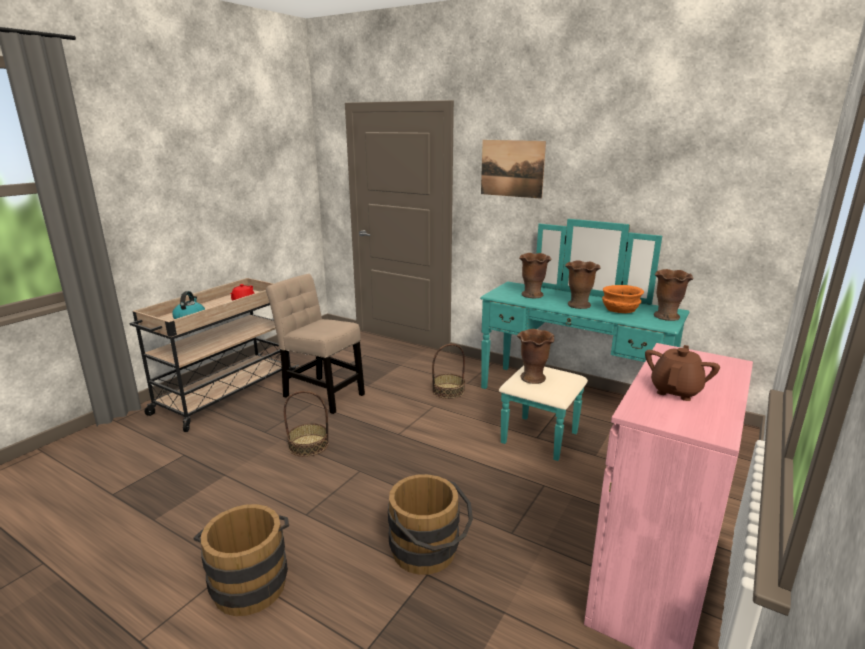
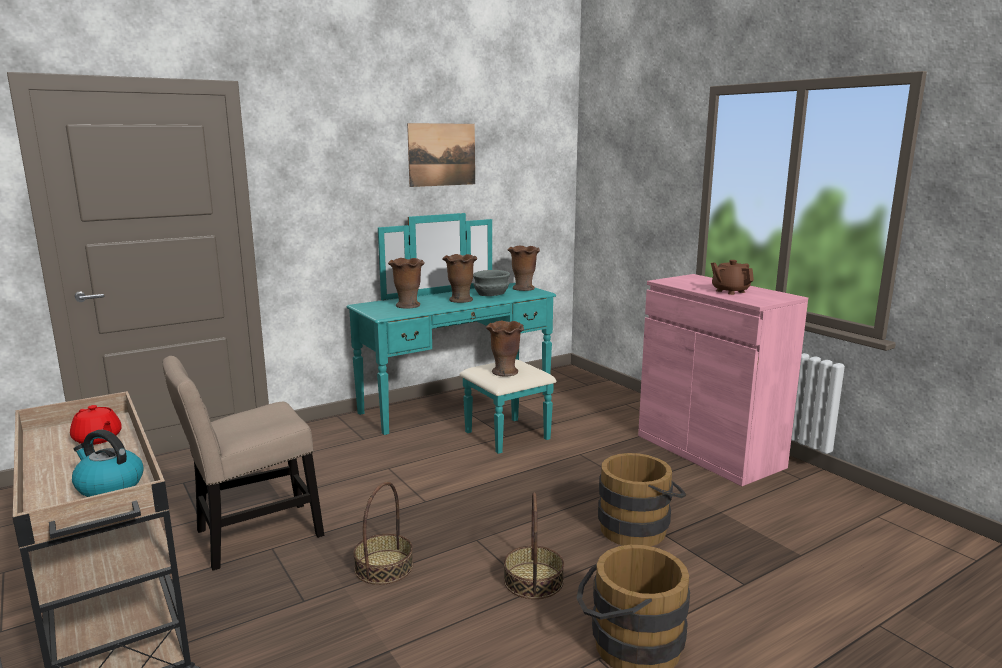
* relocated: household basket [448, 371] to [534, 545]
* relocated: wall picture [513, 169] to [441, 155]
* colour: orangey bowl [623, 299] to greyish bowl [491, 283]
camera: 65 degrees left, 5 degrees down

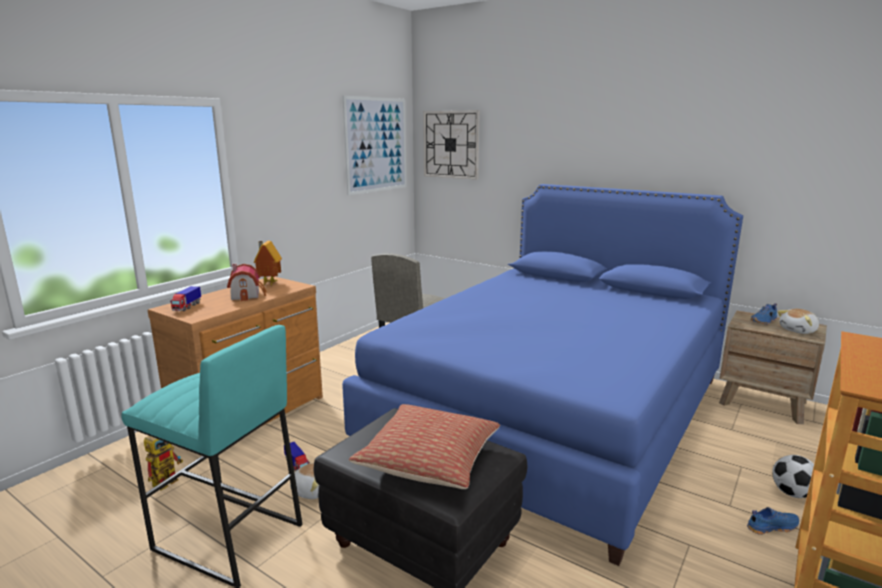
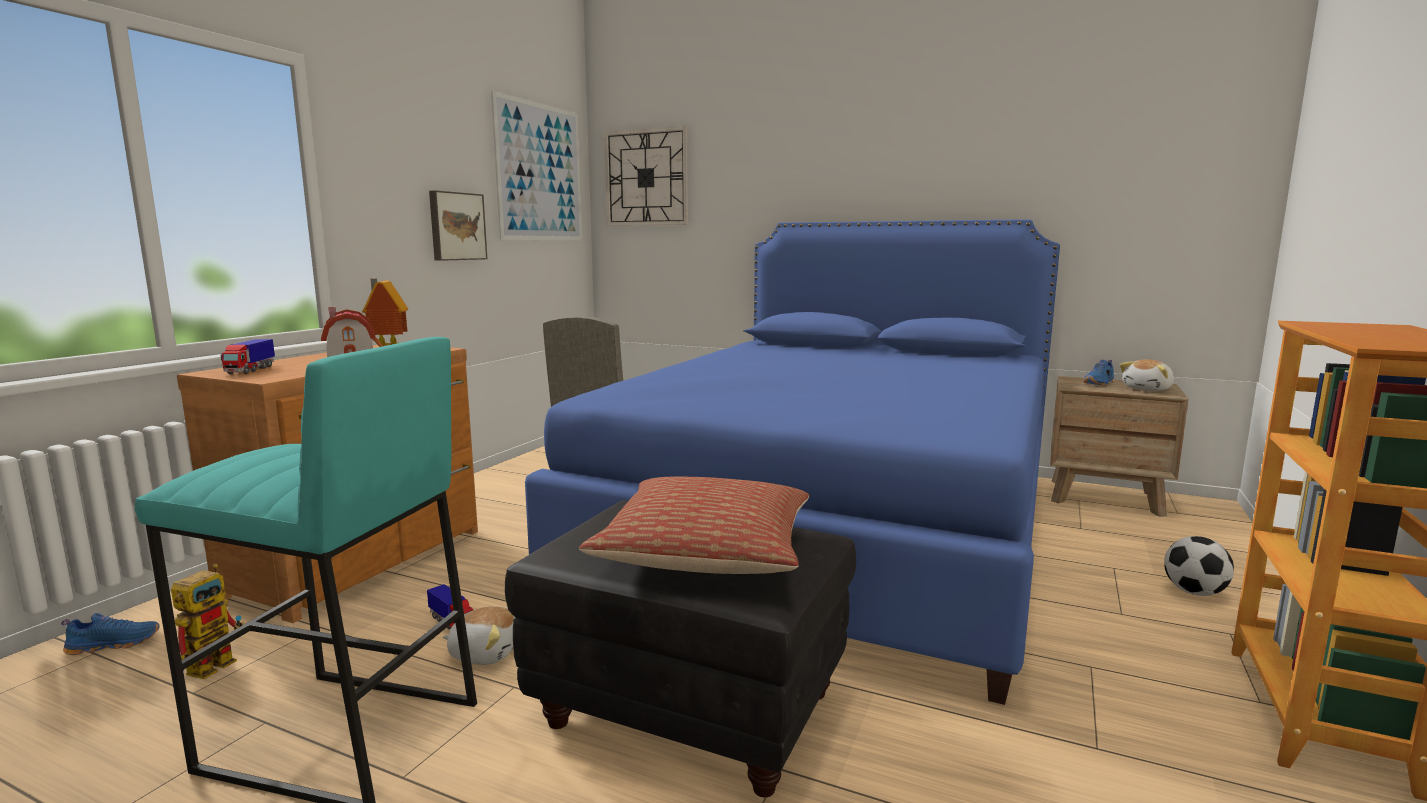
* relocated: blue-coloured item of footwear [773, 521] to [110, 634]
* appeared: wall picture [458, 225]
camera: 10 degrees left, 5 degrees down

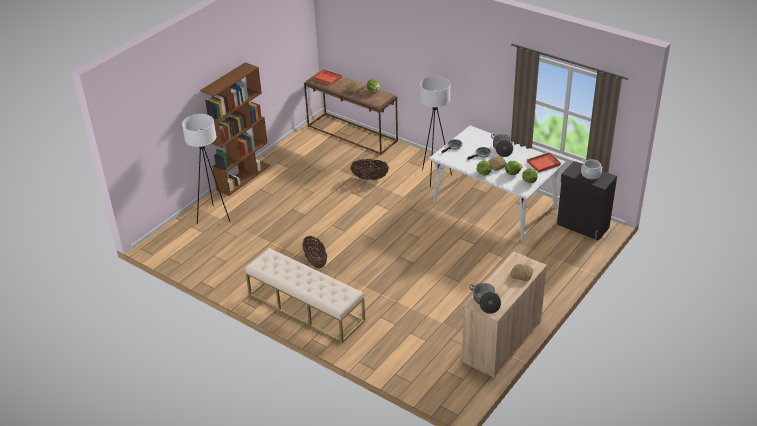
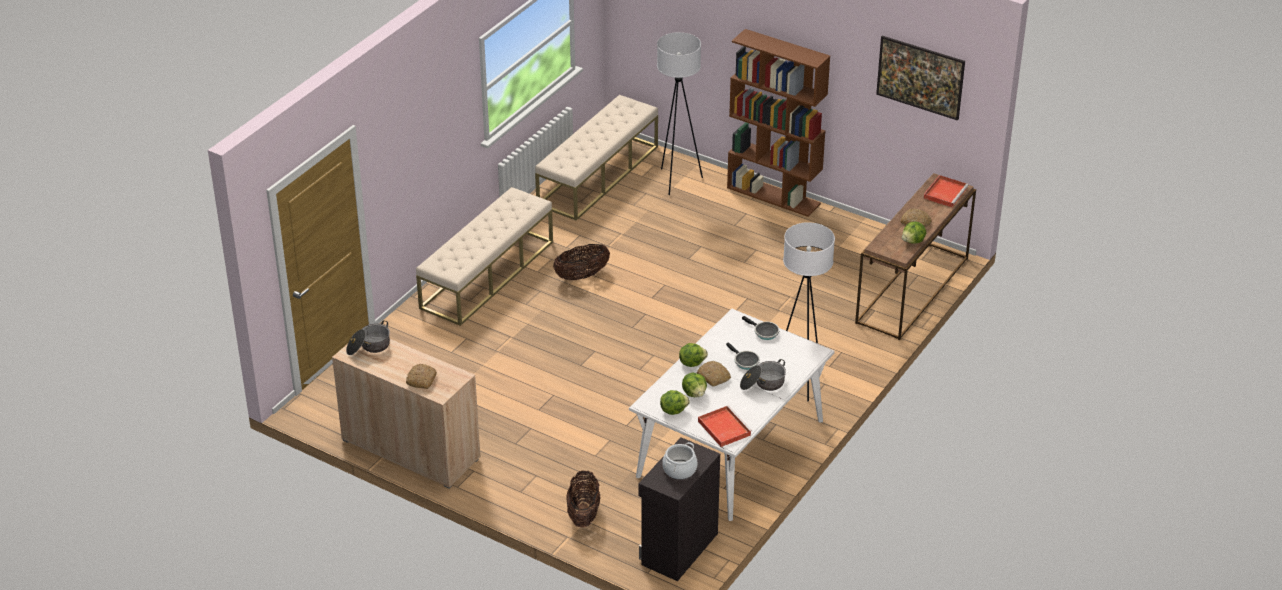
* relocated: household basket [370, 169] to [583, 499]
* appeared: beige bench [596, 158]
* appeared: wall picture [920, 78]
camera: 85 degrees right, 0 degrees up

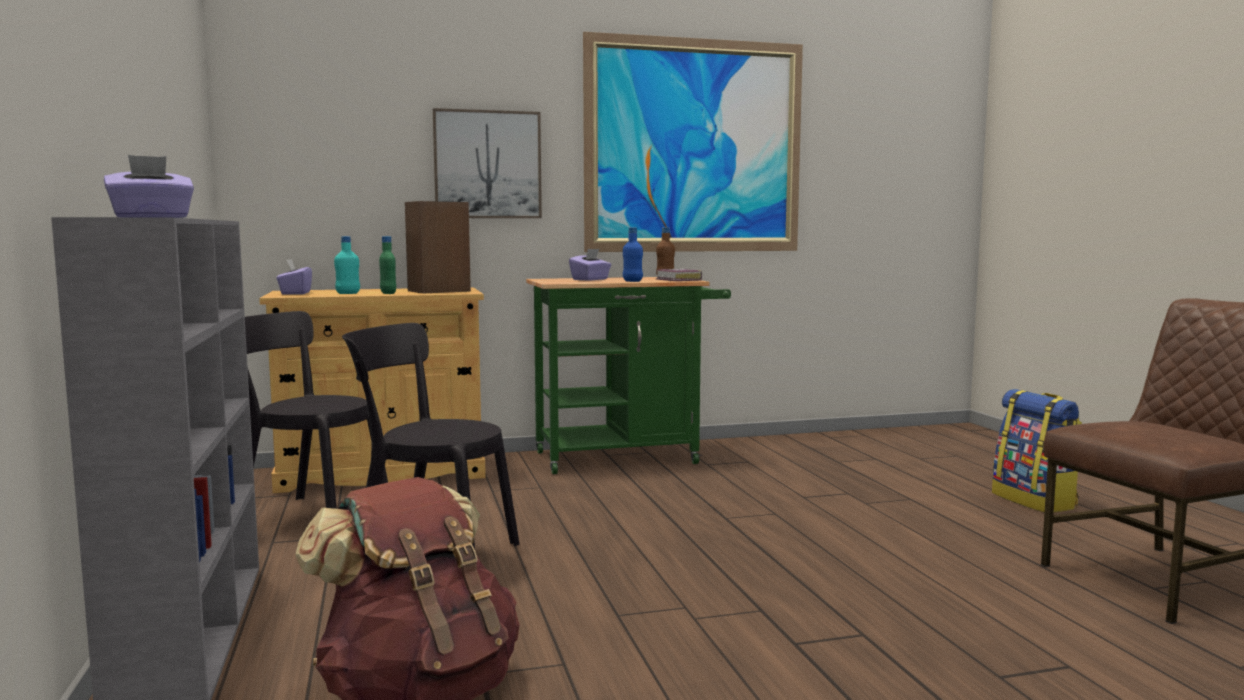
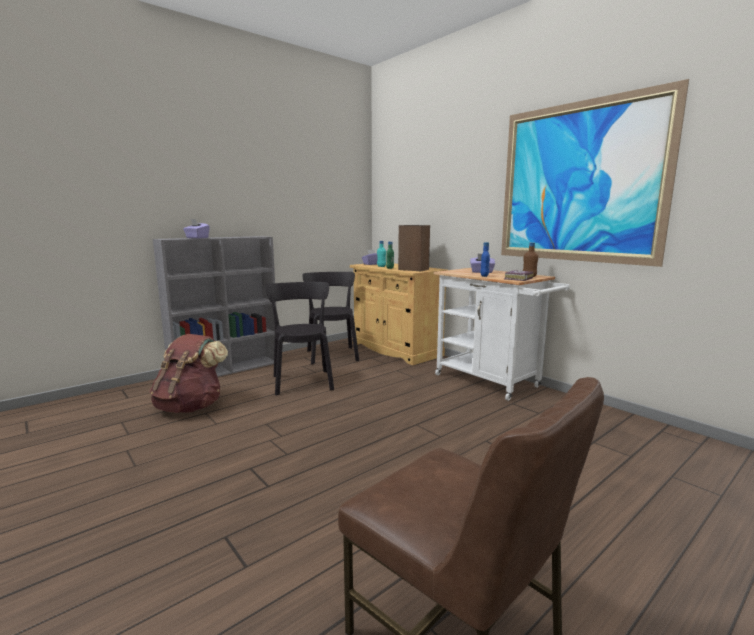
* missing: wall picture [487, 163]
* colour: greenish trolley [628, 375] to whitish trolley [502, 334]
* missing: knapsack [1037, 450]
camera: 65 degrees right, 5 degrees up

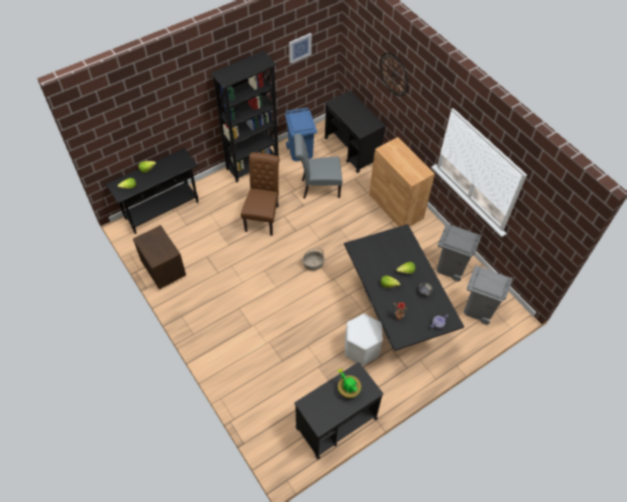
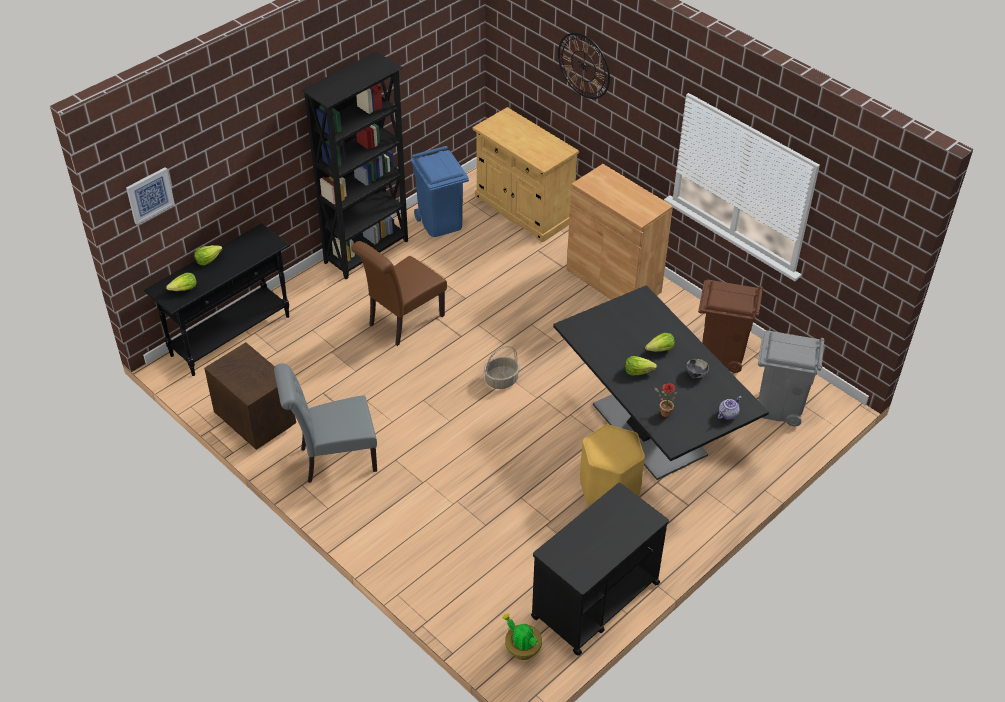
* spun: brown upright chair [260, 194] = [399, 293] 135 degrees counterclockwise
* relocated: wall picture [300, 48] to [150, 196]
* relocated: greyish upright chair [318, 166] to [325, 423]
* exchanged: black trolley [355, 132] to beige storage cabinet [525, 175]
* relocated: plant in a pot [349, 383] to [522, 636]
* colour: whitish stool seat [364, 340] to yellow-coloured stool seat [612, 464]
* colour: greyish waste bin [459, 253] to brown waste bin [730, 326]
camera: 10 degrees left, 10 degrees down

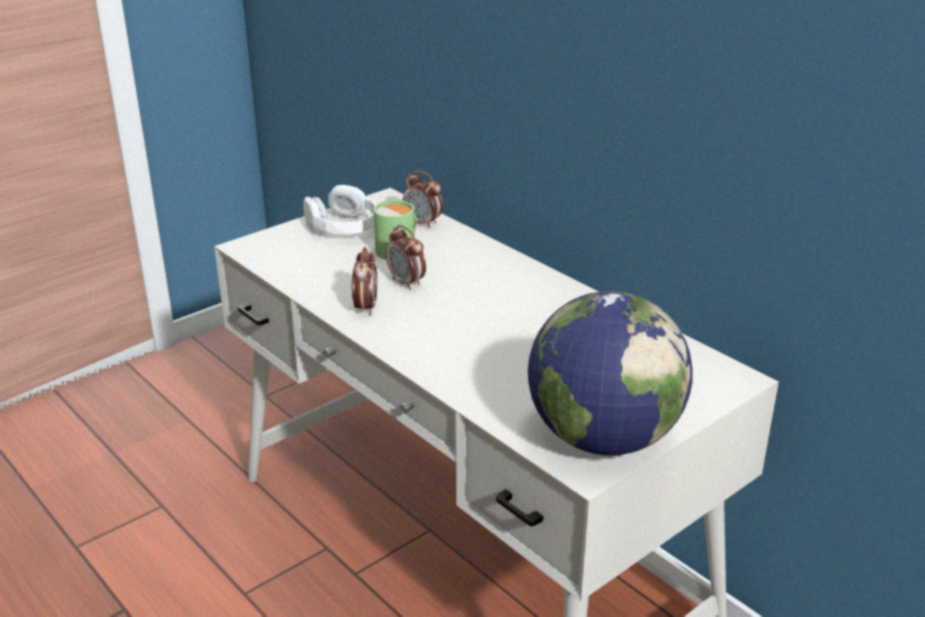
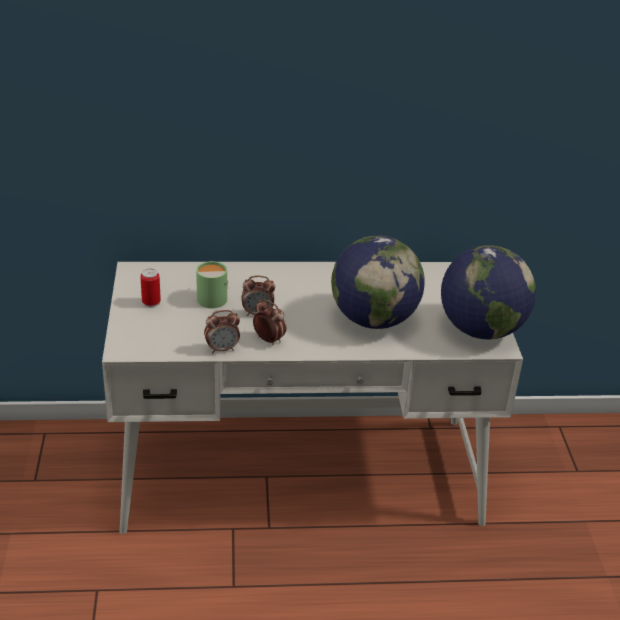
* exchanged: whitish headset [340, 209] to sealed can [150, 288]
* relocated: alarm clock [423, 199] to [222, 332]
* appeared: globe [378, 282]
camera: 55 degrees left, 5 degrees up

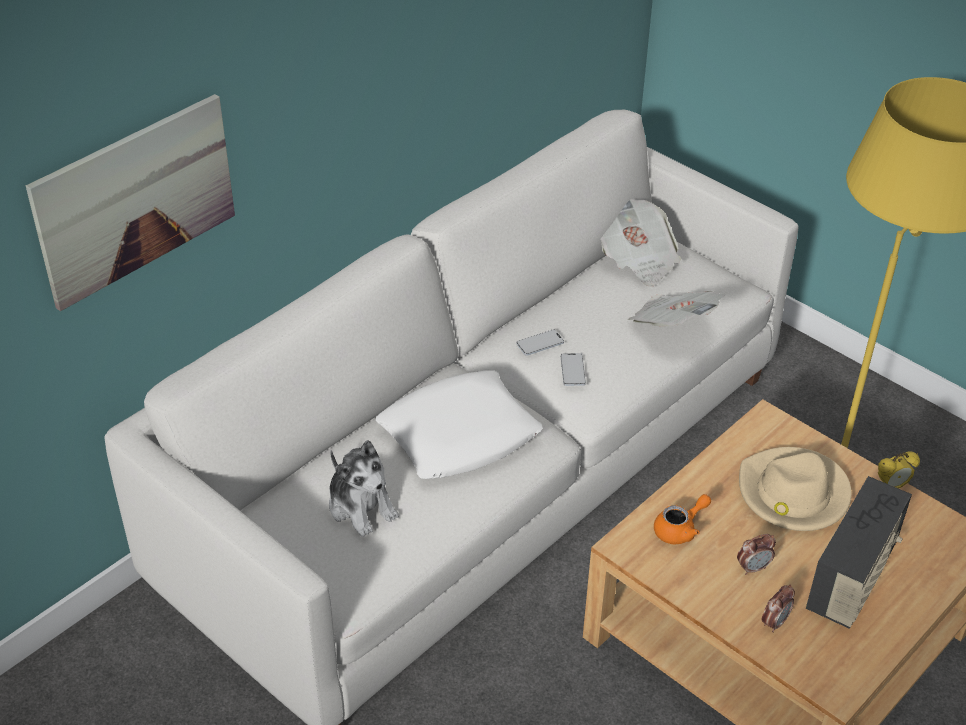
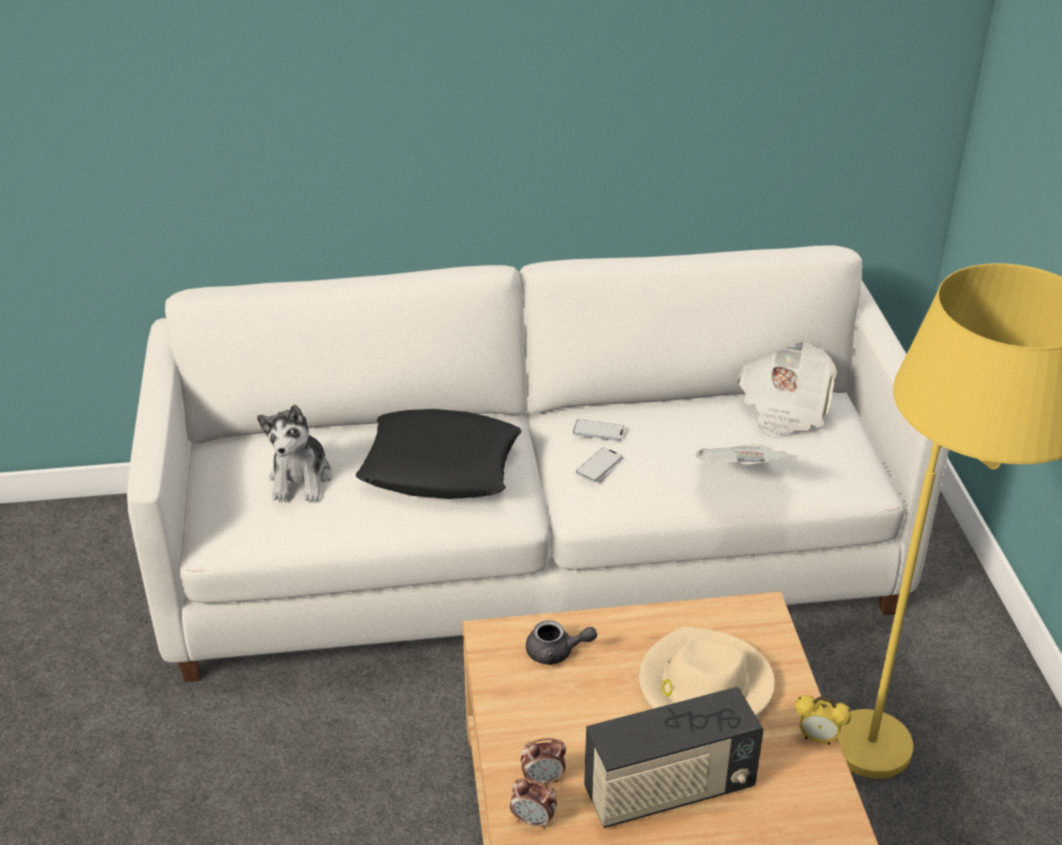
* missing: wall picture [130, 202]
* colour: whitish cushion [459, 424] to black cushion [439, 454]
* colour: orangey tea pot [682, 519] to greyish tea pot [561, 642]
* relocated: alarm clock [756, 554] to [533, 803]
camera: 40 degrees right, 5 degrees down

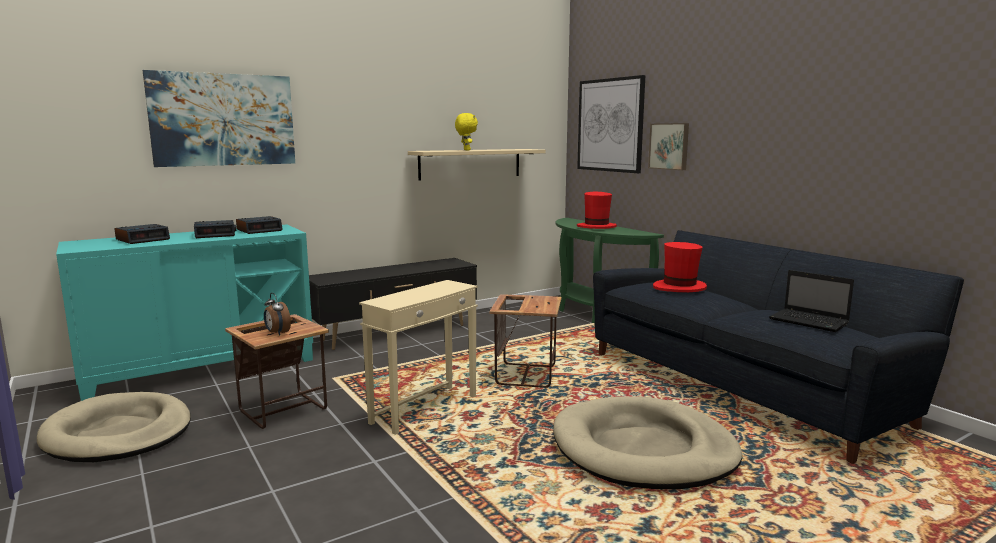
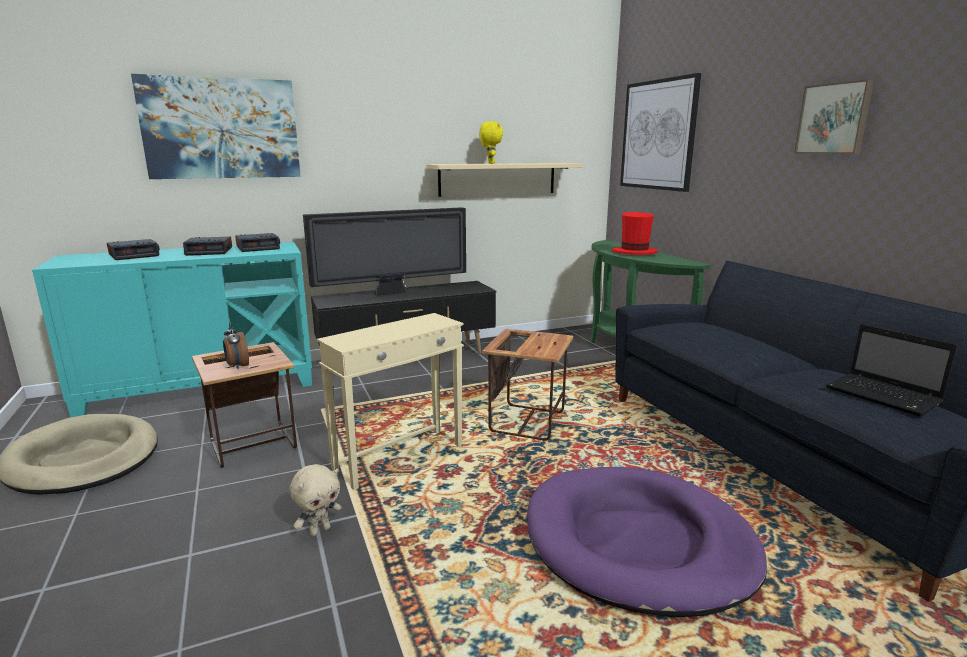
* colour: beige dog bed [647, 442] to purplish dog bed [647, 542]
* relocated: wall picture [668, 146] to [834, 116]
* missing: reddish clothing hat [680, 267]
* appeared: beige cuddly toy [315, 500]
* appeared: TV [384, 252]
camera: 10 degrees right, 5 degrees up

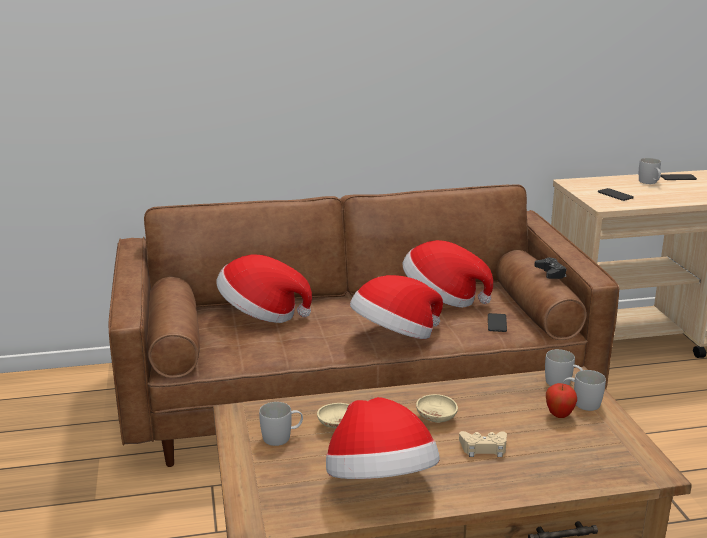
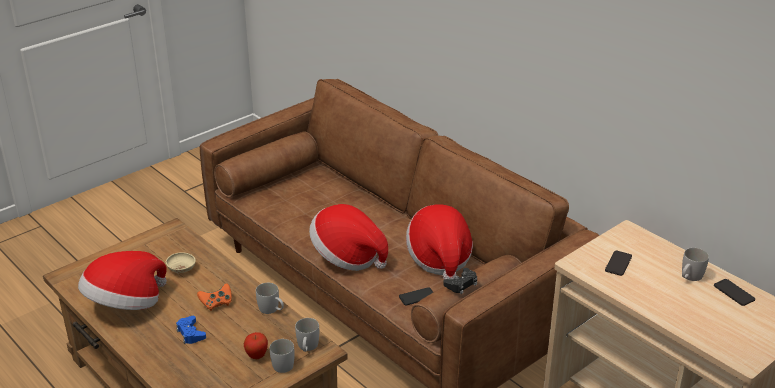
* missing: clothing hat [264, 288]
* relocated: whitish tea mug [281, 424] to [270, 298]
* exchanged: beige bowl [437, 408] to orangey gamepad [214, 297]
* colour: beige gamepad [483, 444] to blue-coloured gamepad [191, 330]
camera: 60 degrees right, 10 degrees up

